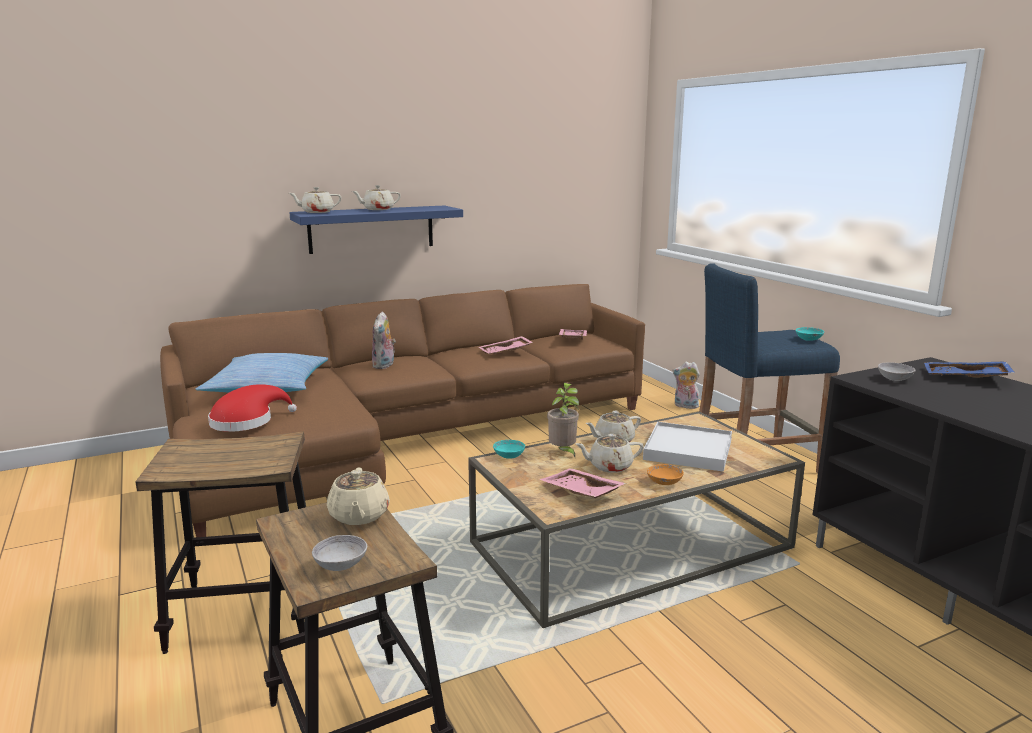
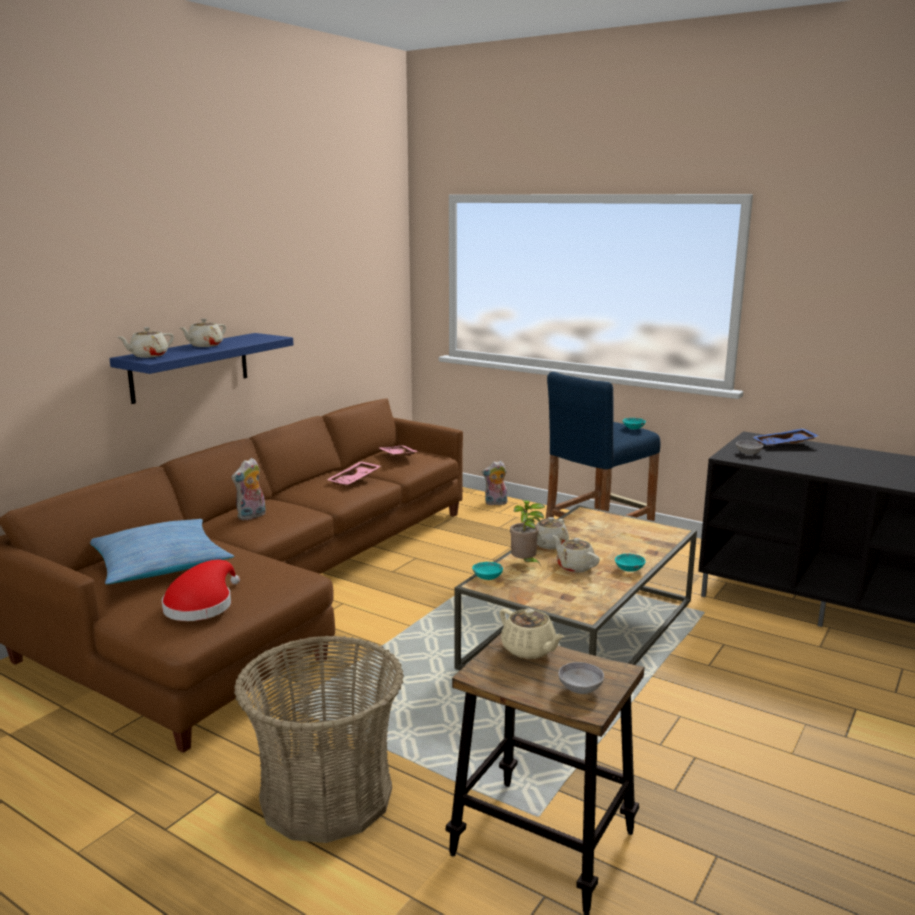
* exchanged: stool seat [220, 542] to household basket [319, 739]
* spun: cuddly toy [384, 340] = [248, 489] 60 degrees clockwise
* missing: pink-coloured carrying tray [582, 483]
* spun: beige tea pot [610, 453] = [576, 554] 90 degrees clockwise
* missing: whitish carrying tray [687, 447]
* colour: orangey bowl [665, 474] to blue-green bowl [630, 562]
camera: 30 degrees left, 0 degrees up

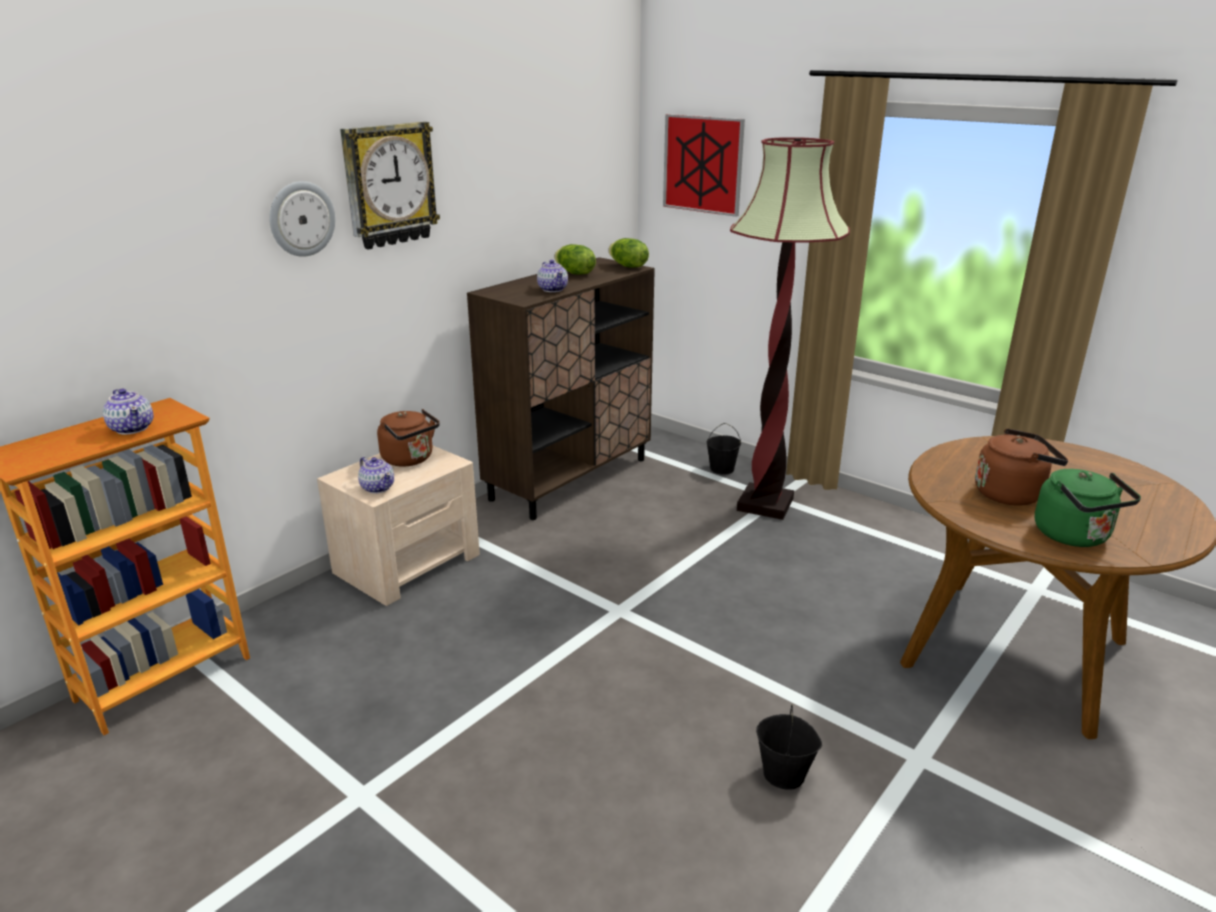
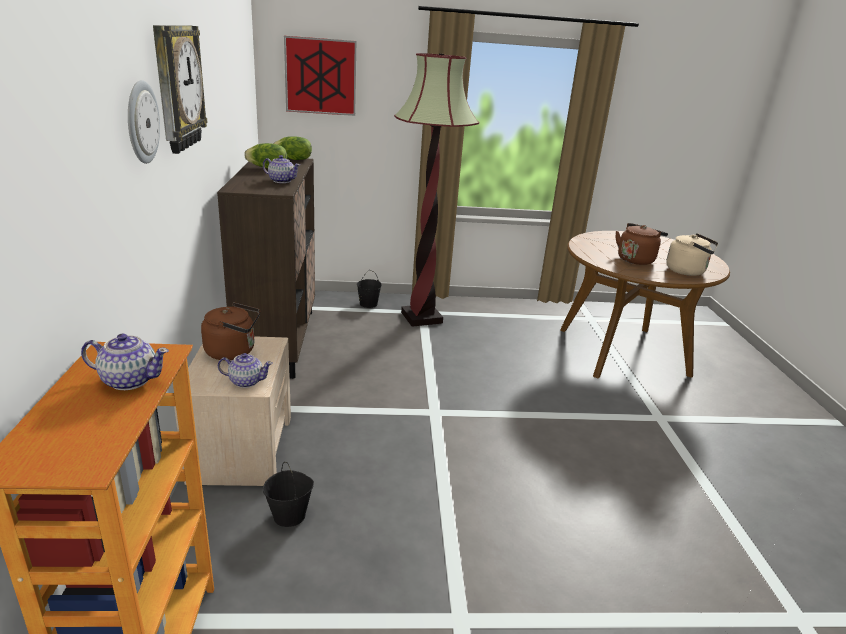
* relocated: black water bucket [789, 747] to [288, 494]
* colour: greenish kettle [1088, 508] to beige kettle [692, 254]
camera: 45 degrees left, 0 degrees up

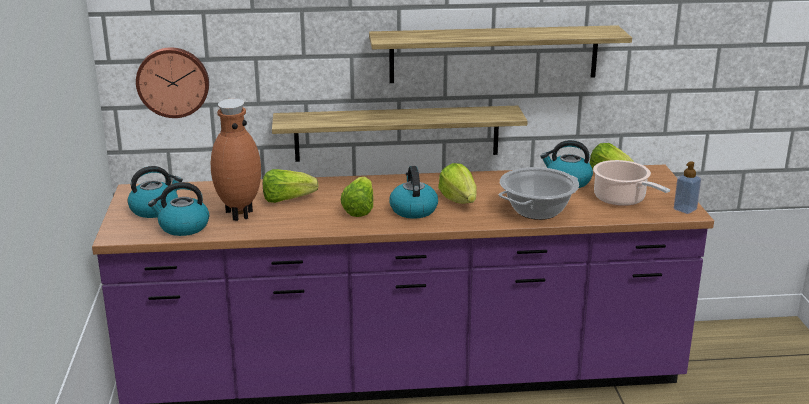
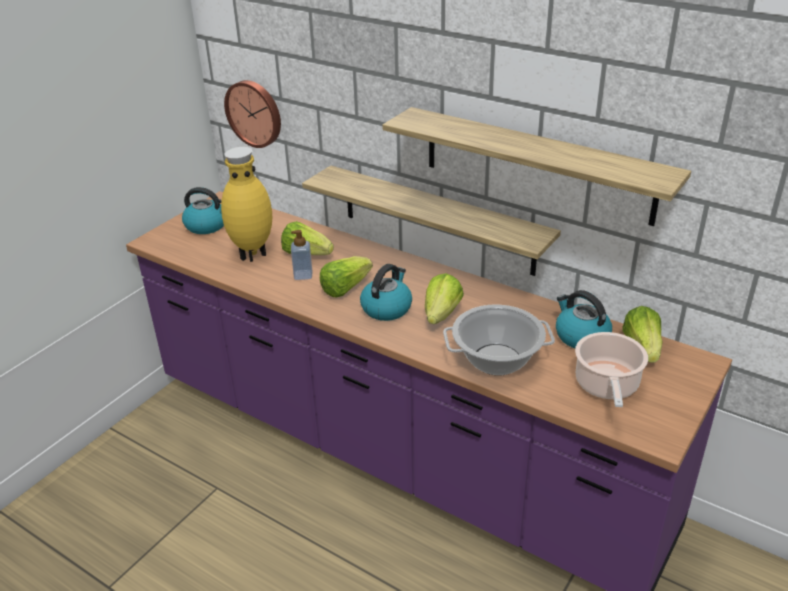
* missing: kettle [178, 209]
* colour: brown decorative vase [236, 159] to yellow-coloured decorative vase [246, 204]
* relocated: soap bottle [687, 187] to [301, 255]
camera: 40 degrees right, 10 degrees up

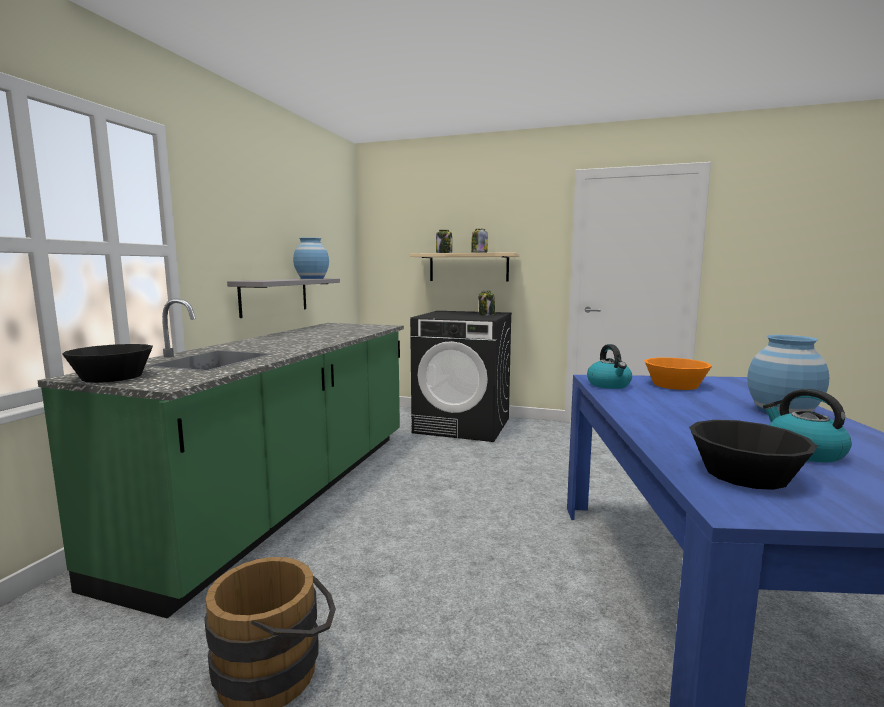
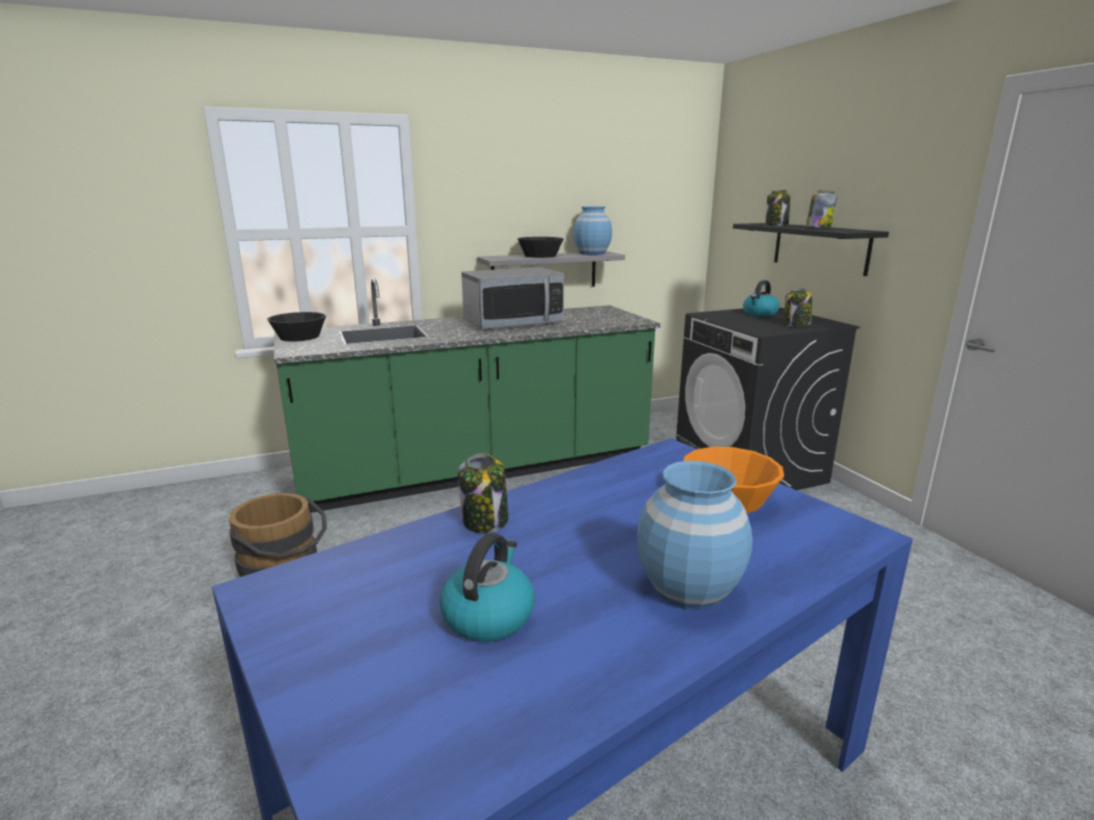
* colour: beige shelf [465, 267] to black shelf [811, 249]
* relocated: kettle [609, 366] to [761, 298]
* relocated: black bowl [753, 455] to [540, 247]
* appeared: preserve jar [483, 493]
* appeared: microwave oven [512, 298]
camera: 50 degrees right, 10 degrees up

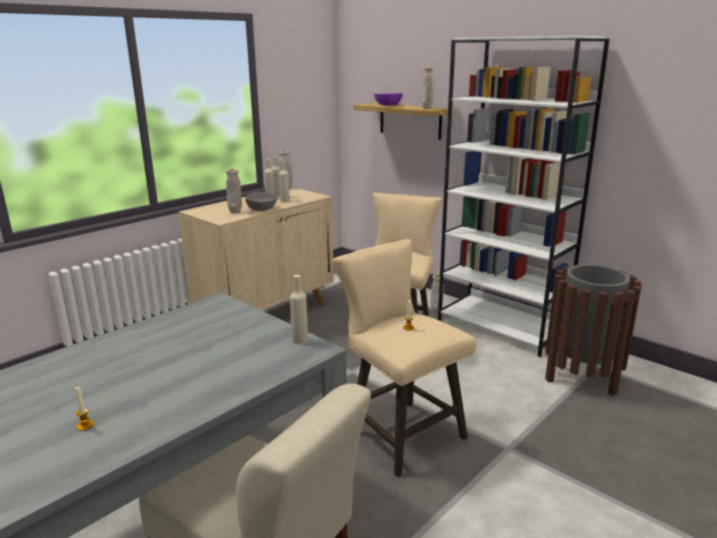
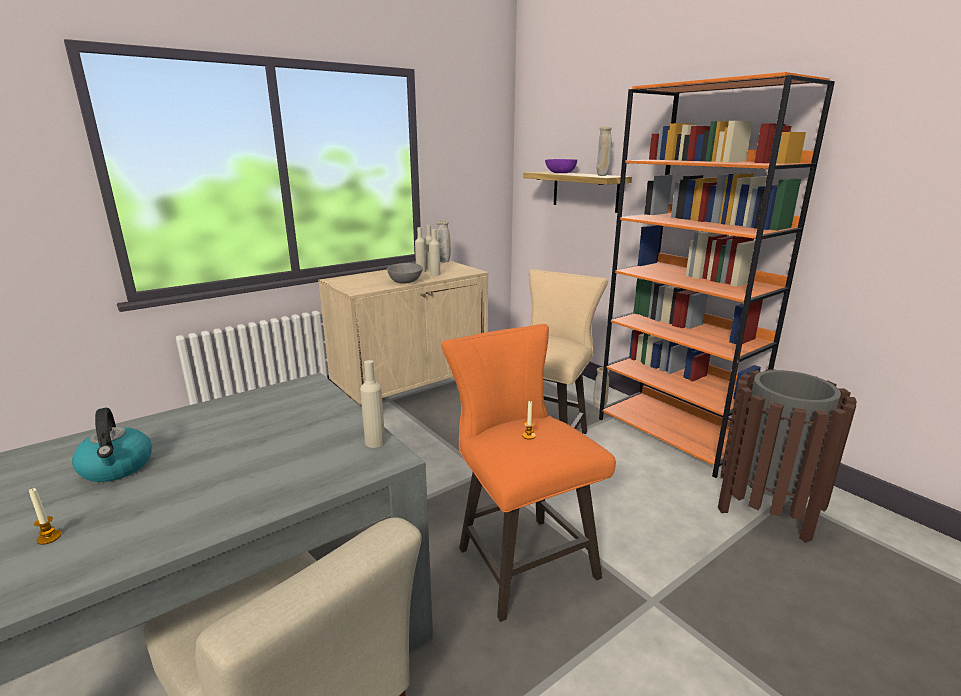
* missing: beige decorative vase [234, 191]
* colour: beige stool seat [404, 358] to orangey stool seat [528, 473]
* colour: whitish bookcase [524, 196] to orangey bookcase [717, 275]
* appeared: kettle [112, 445]
camera: 10 degrees right, 0 degrees up

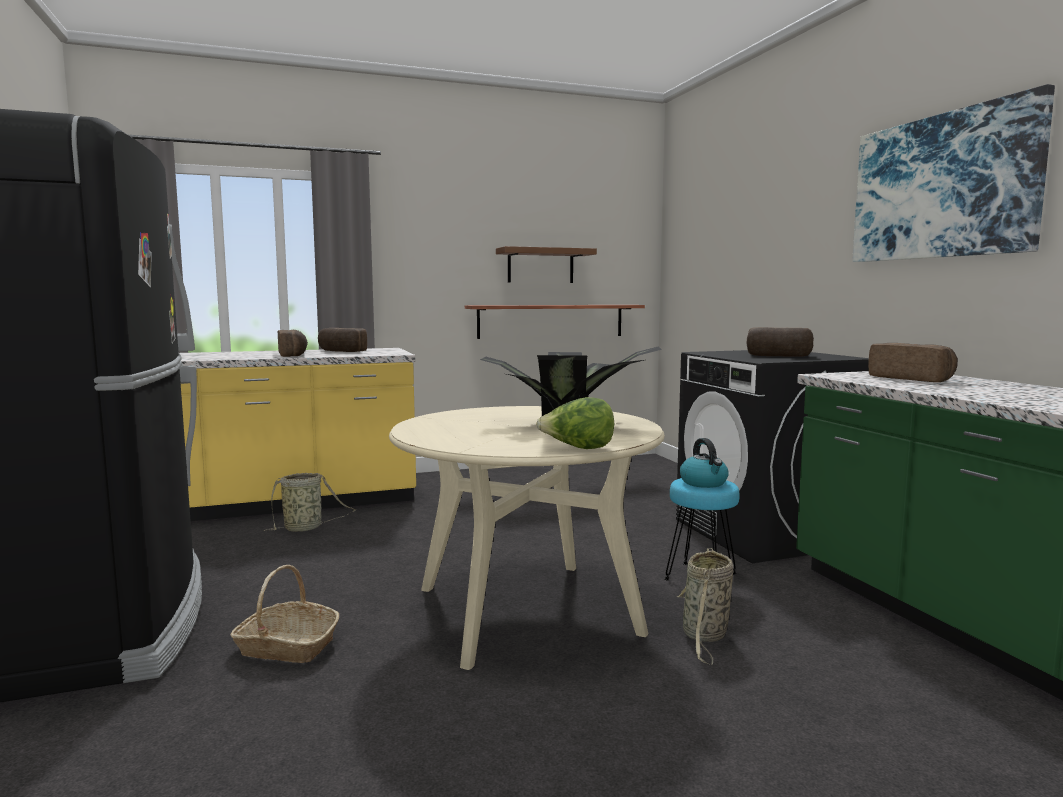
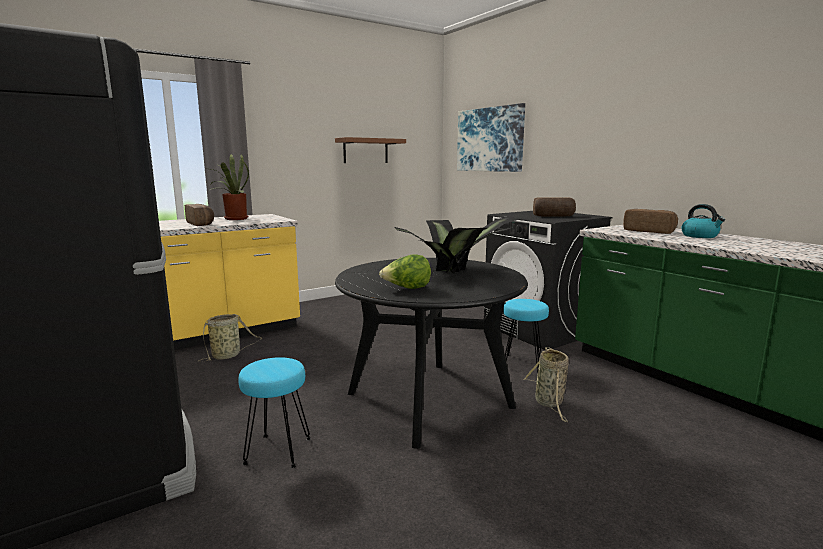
* exchanged: household basket [284, 614] to blue-green stool seat [274, 412]
* exchanged: bread [342, 340] to plant in a pot [226, 187]
* colour: beige kitchen table [527, 538] to black kitchen table [431, 353]
* missing: shelf [555, 322]
* relocated: head of lettuce [575, 423] to [405, 272]
* relocated: kettle [704, 463] to [703, 221]
* relocated: wall picture [953, 173] to [491, 137]
camera: 15 degrees left, 5 degrees up

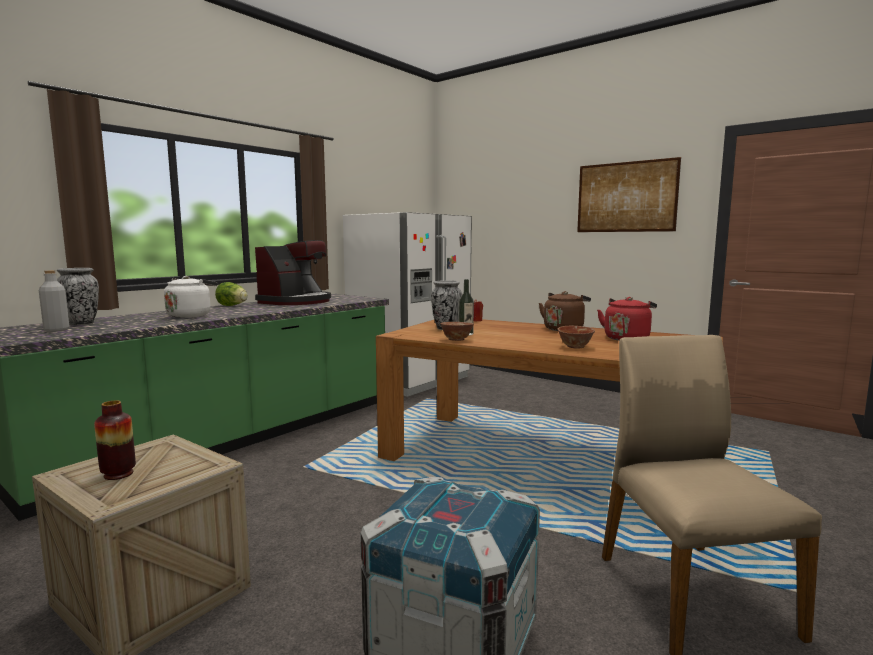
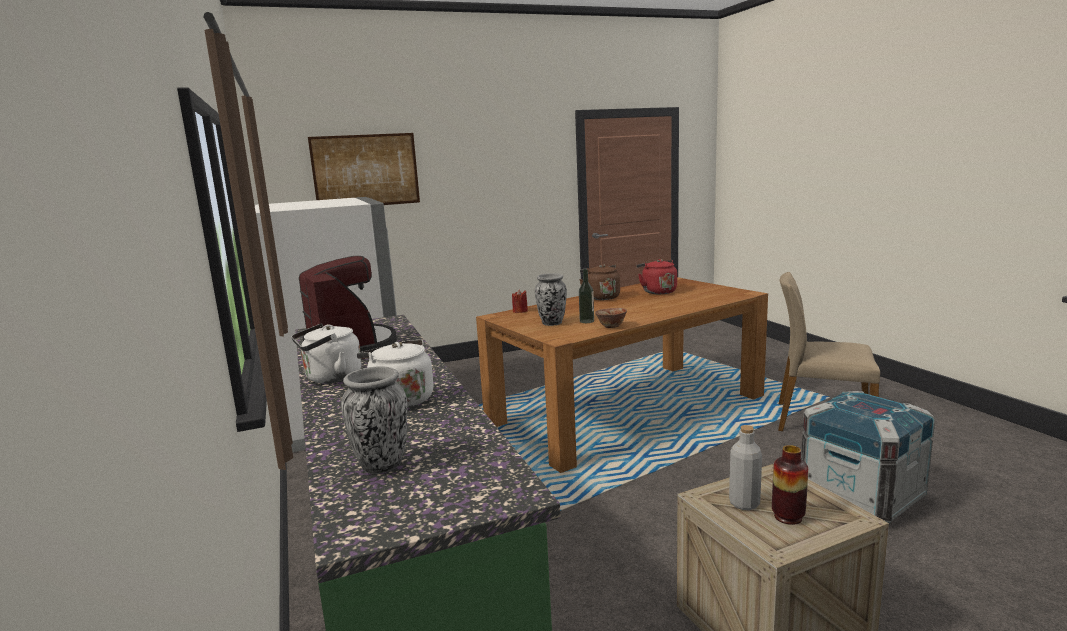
* relocated: greyish bottle [54, 301] to [745, 467]
* exchanged: head of lettuce [231, 294] to whitish kettle [326, 353]
* missing: bowl [576, 337]
* relocated: wall picture [629, 194] to [364, 169]
camera: 60 degrees left, 5 degrees up

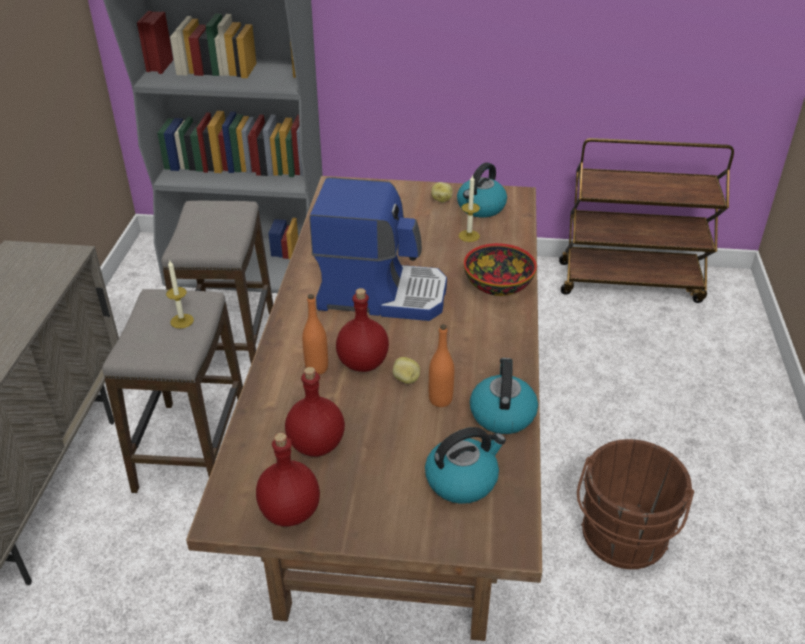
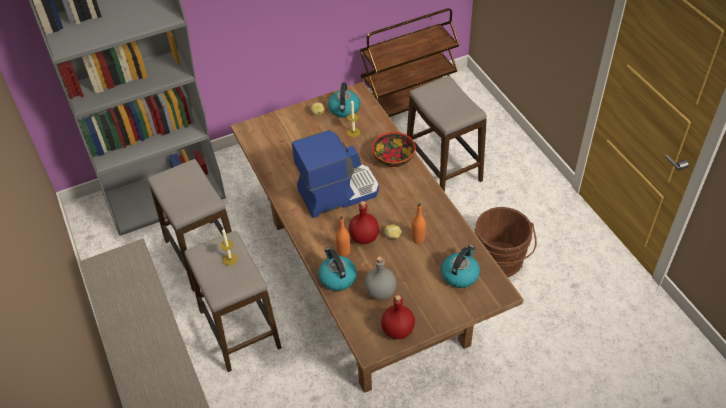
* colour: reddish bottle [315, 412] to greyish bottle [380, 278]
* relocated: kettle [504, 396] to [337, 269]
* appeared: stool seat [447, 134]
camera: 30 degrees left, 10 degrees up

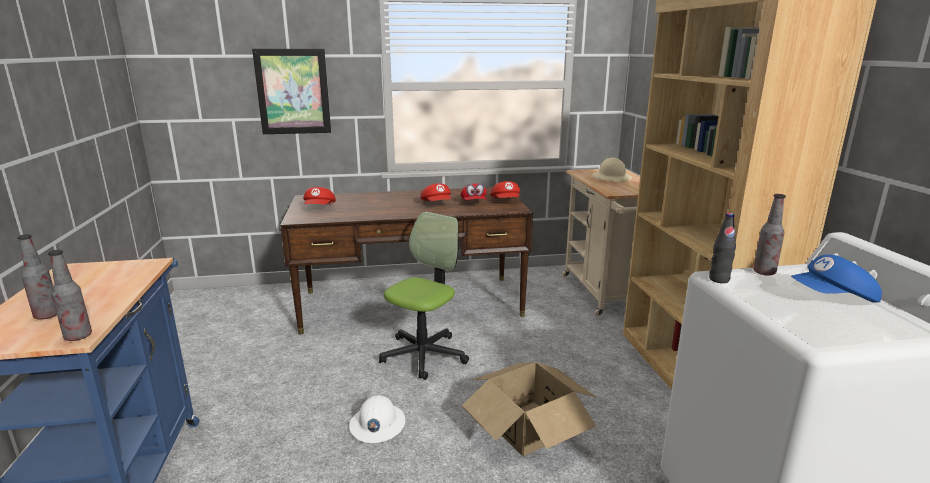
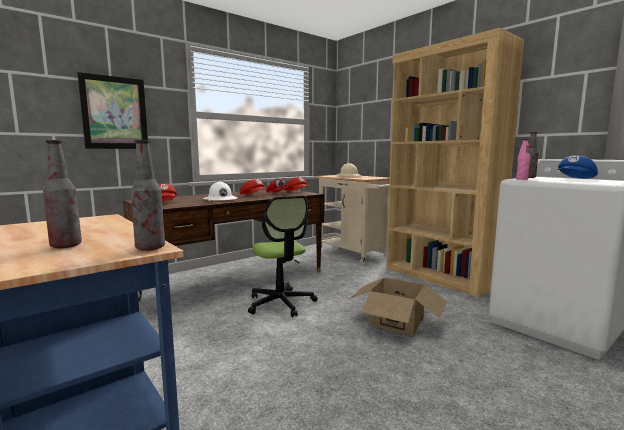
* relocated: whitish work helmet [377, 419] to [220, 191]
* spun: office chair [424, 296] = [282, 256] 150 degrees clockwise
* colour: black bottle [722, 248] to pink-coloured bottle [523, 159]
camera: 30 degrees left, 10 degrees down

